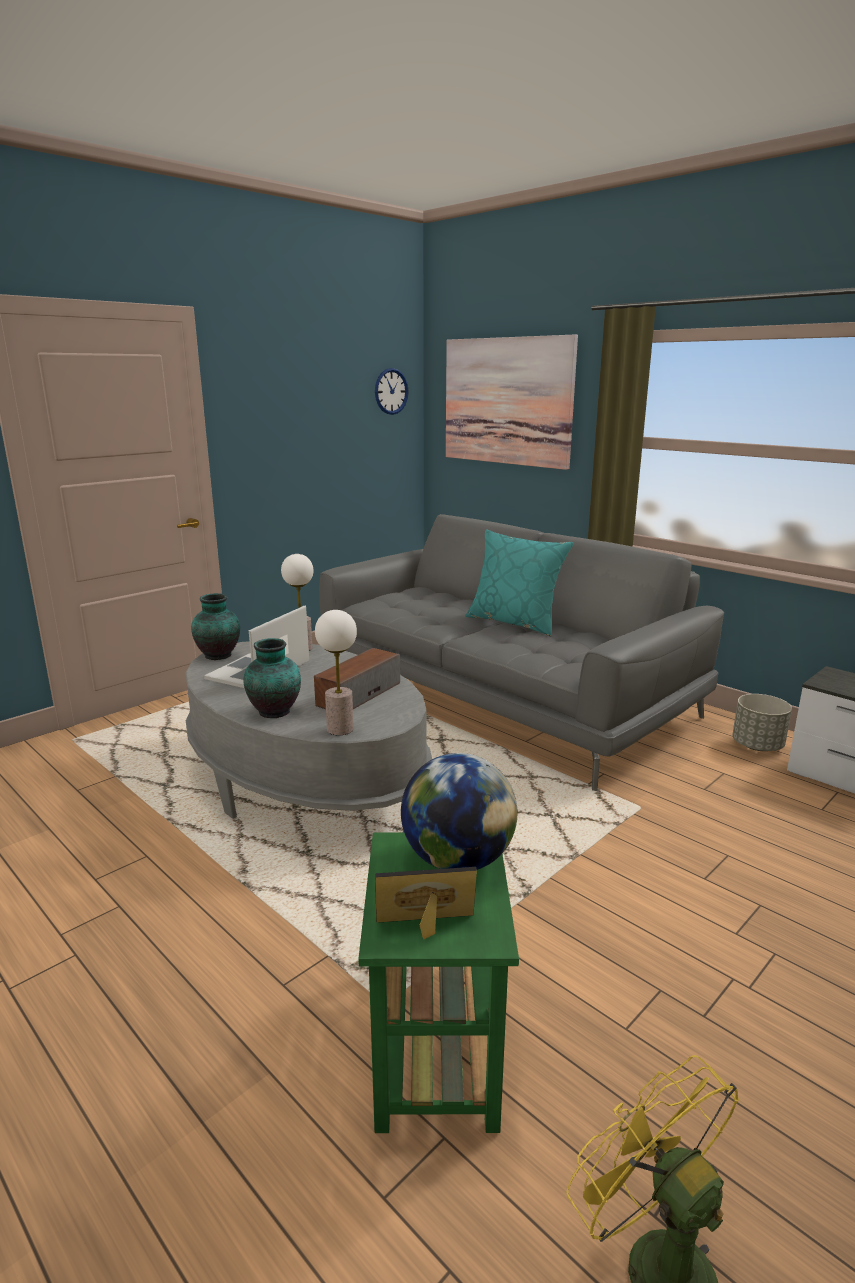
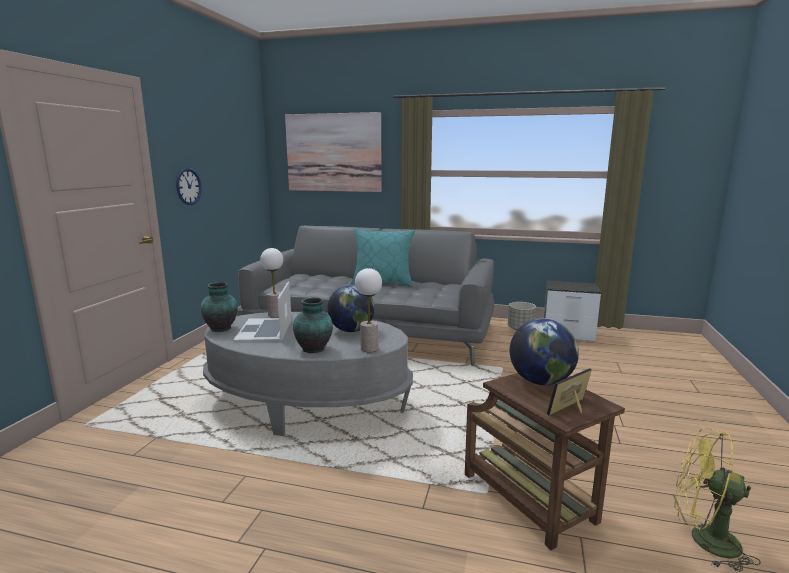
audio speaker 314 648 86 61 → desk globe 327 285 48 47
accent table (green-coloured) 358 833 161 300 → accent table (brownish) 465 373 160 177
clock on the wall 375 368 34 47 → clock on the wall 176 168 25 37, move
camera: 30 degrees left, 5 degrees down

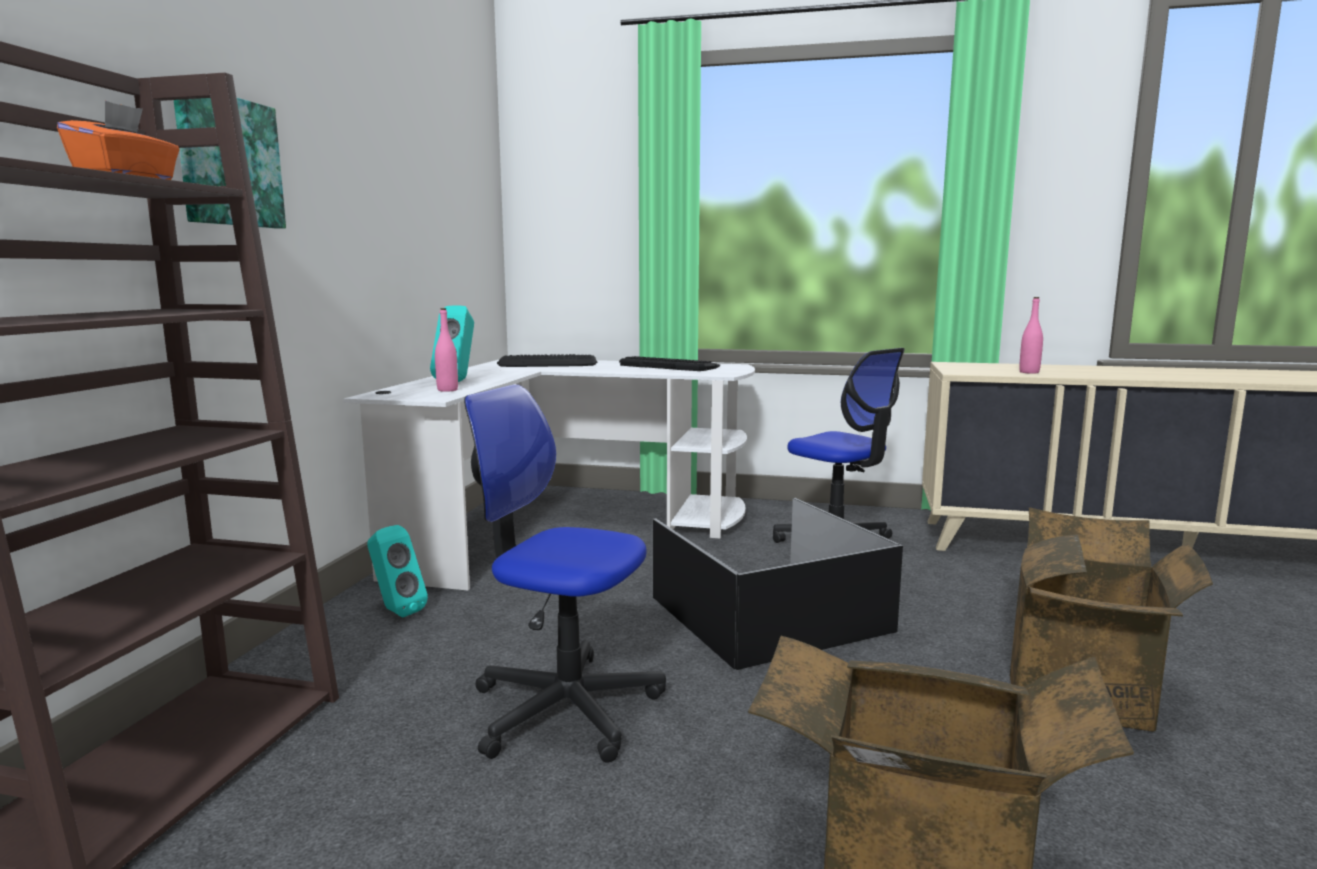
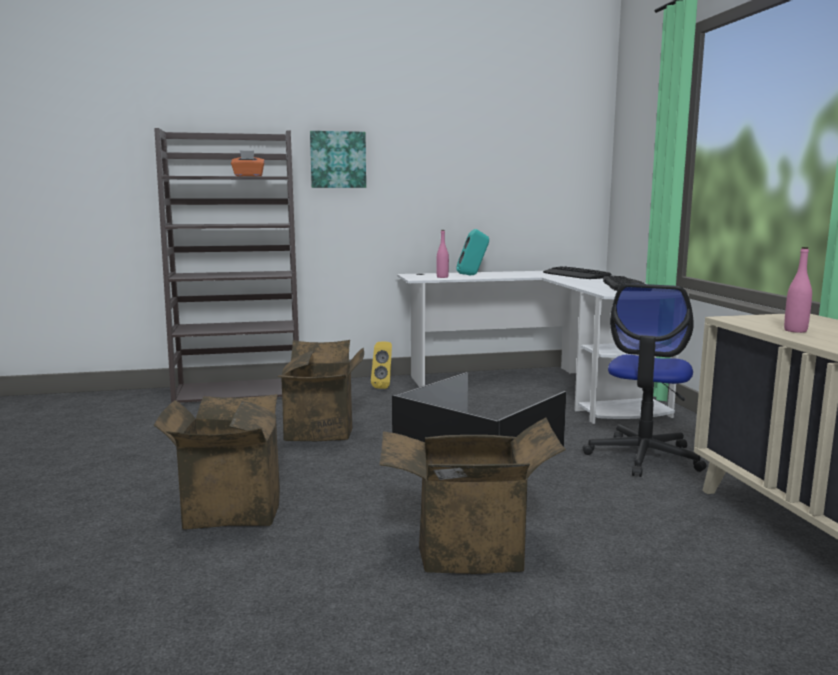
audio speaker (blue-green) 367 525 61 92 → audio speaker (yellowish) 371 342 21 47
computer chair 464 384 202 378 → packing box 278 340 86 101
camera: 65 degrees right, 0 degrees up

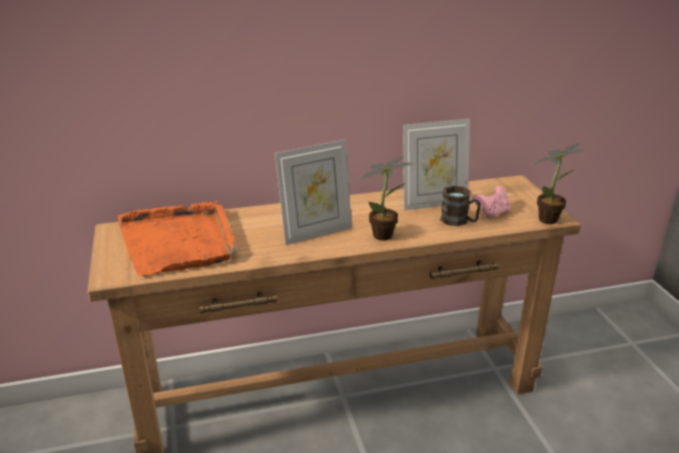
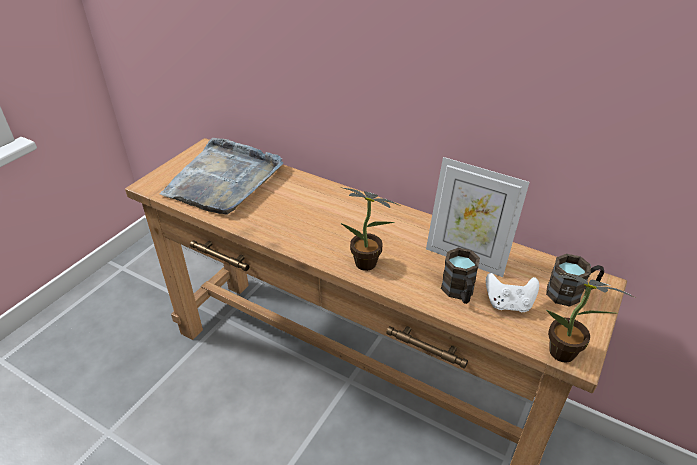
tray (orange) 118 201 119 75 → tray (gray) 159 138 124 77
picture frame 275 140 77 105 → -
gamepad (pink-coloured) 472 186 38 33 → gamepad (whitish) 486 273 53 39
- → coffee mug (brownish) 546 254 58 53
camera: 45 degrees right, 10 degrees up

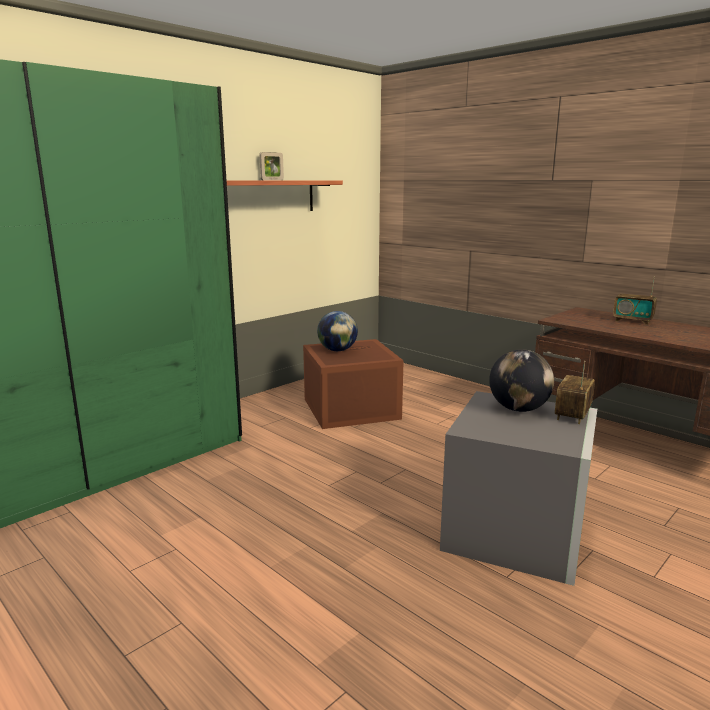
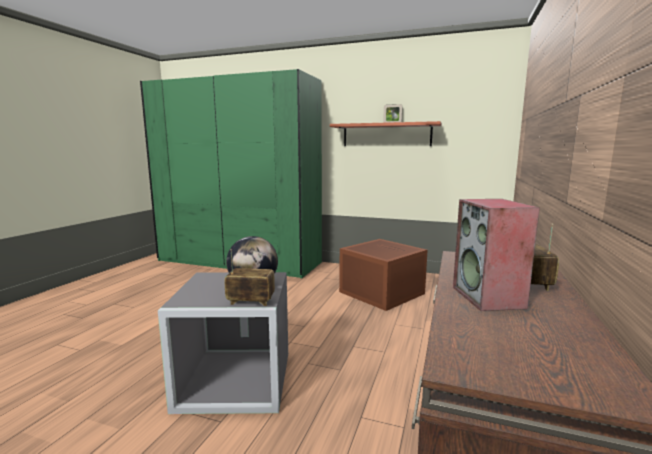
desk globe 317 311 41 40 → -
- → audio speaker 453 199 87 112
camera: 65 degrees right, 5 degrees down

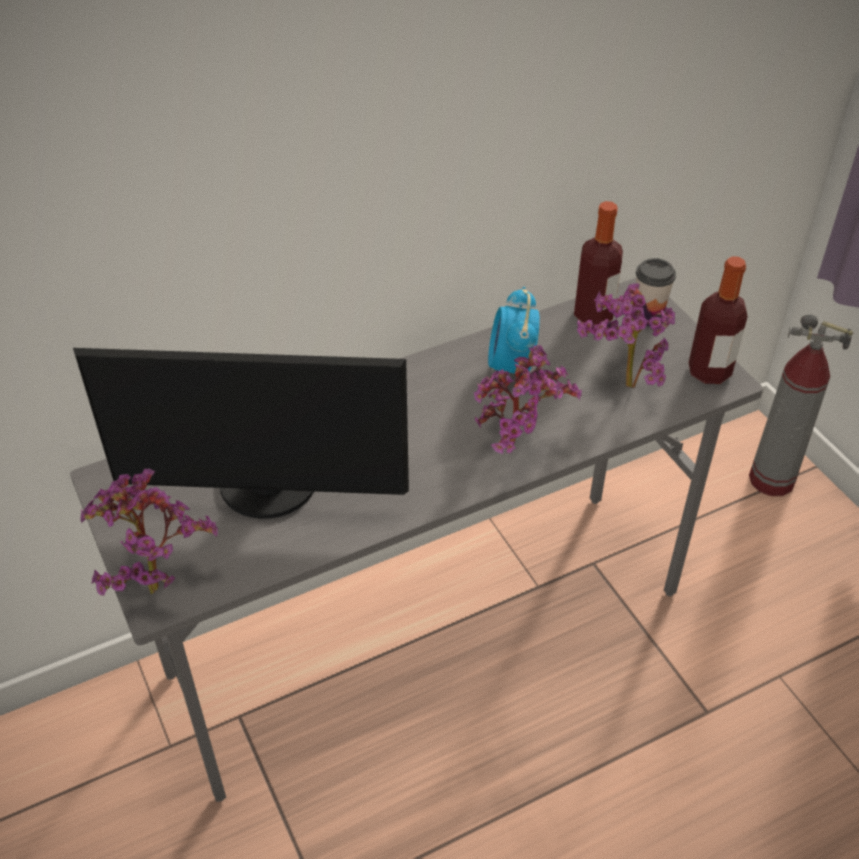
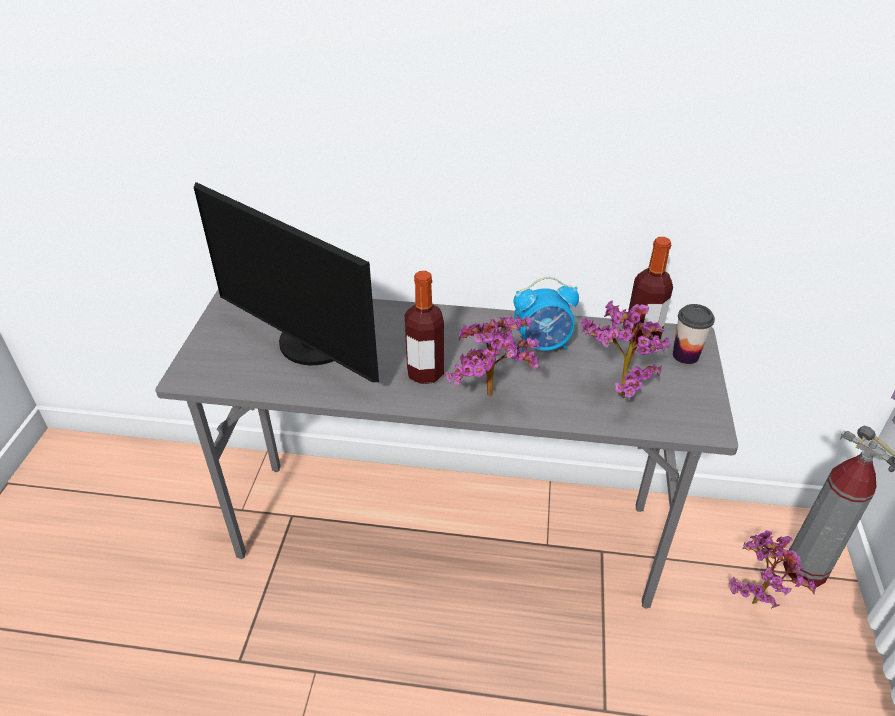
houseplant 80 469 138 127 → houseplant 729 530 88 79, move
bedside clock 488 287 52 87 → bedside clock 514 277 65 75, 135 degrees counterclockwise
drink bottle 689 257 59 127 → drink bottle 405 271 39 113, move
camera: 35 degrees right, 5 degrees down

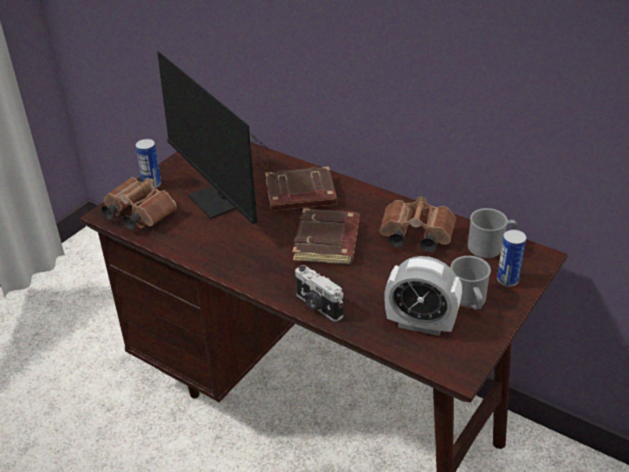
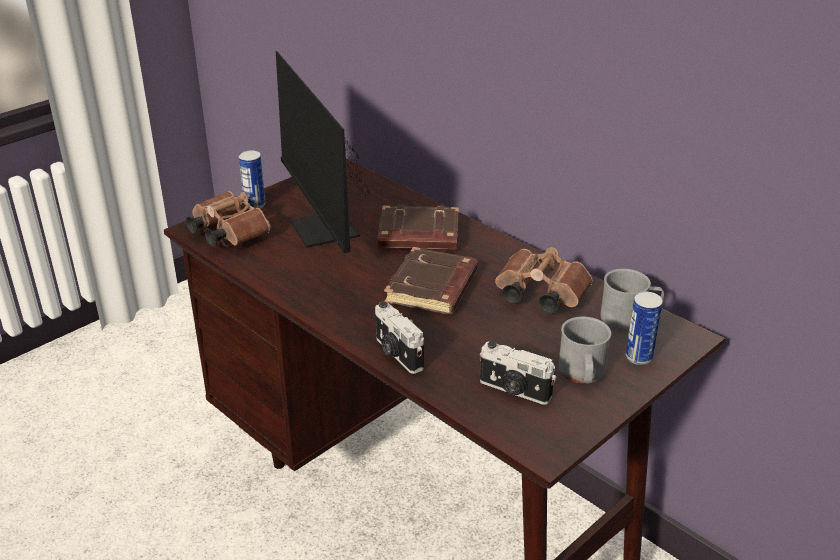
bedside clock 384 256 78 80 → still camera 480 341 76 64
camera: 10 degrees right, 5 degrees down

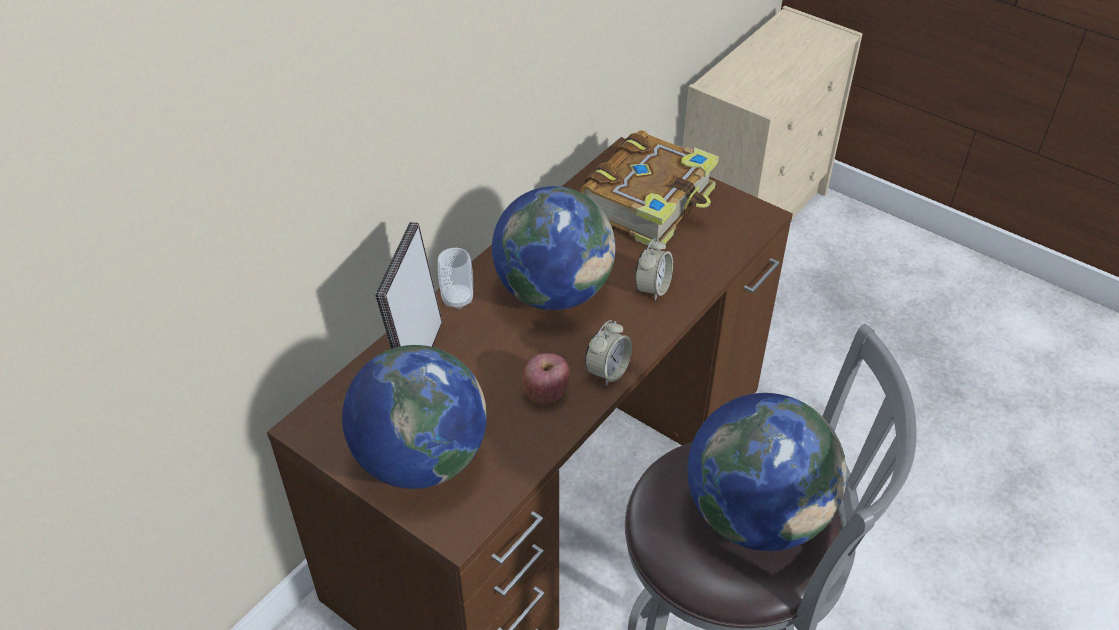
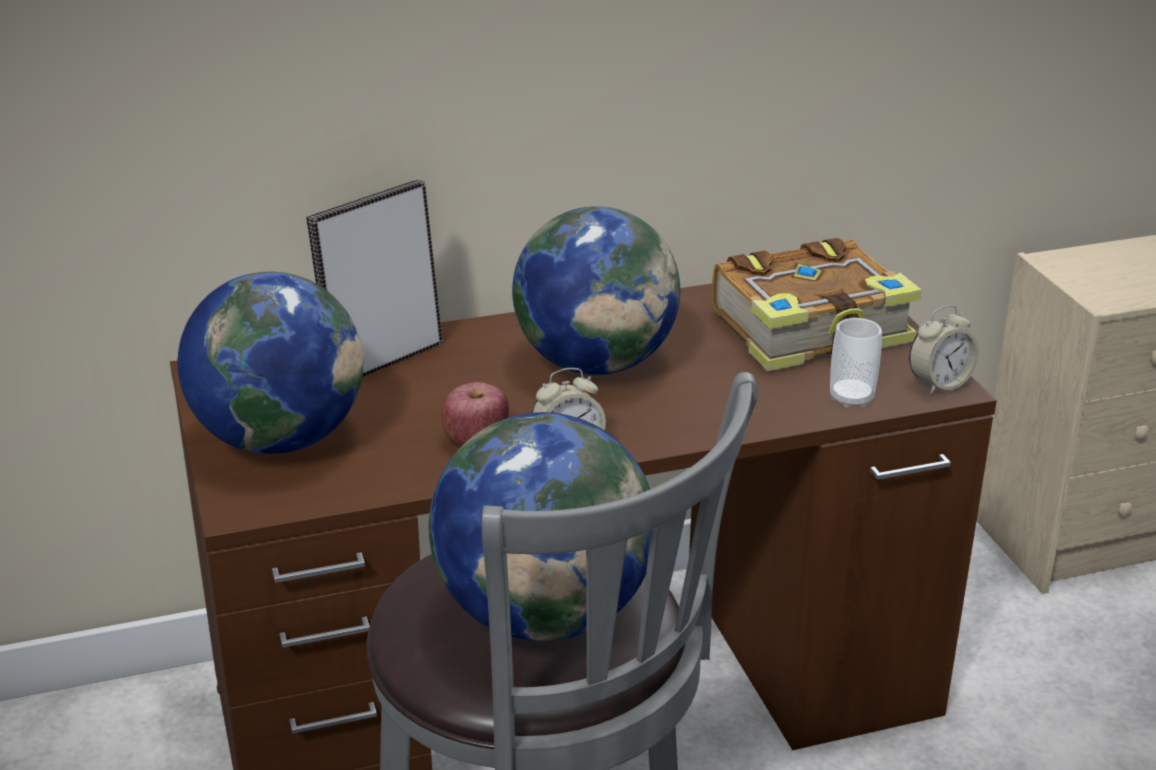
cup 438 248 35 61 → cup 830 318 52 90, move
bedside clock 635 238 38 63 → bedside clock 909 305 70 89, move
camera: 35 degrees right, 15 degrees down

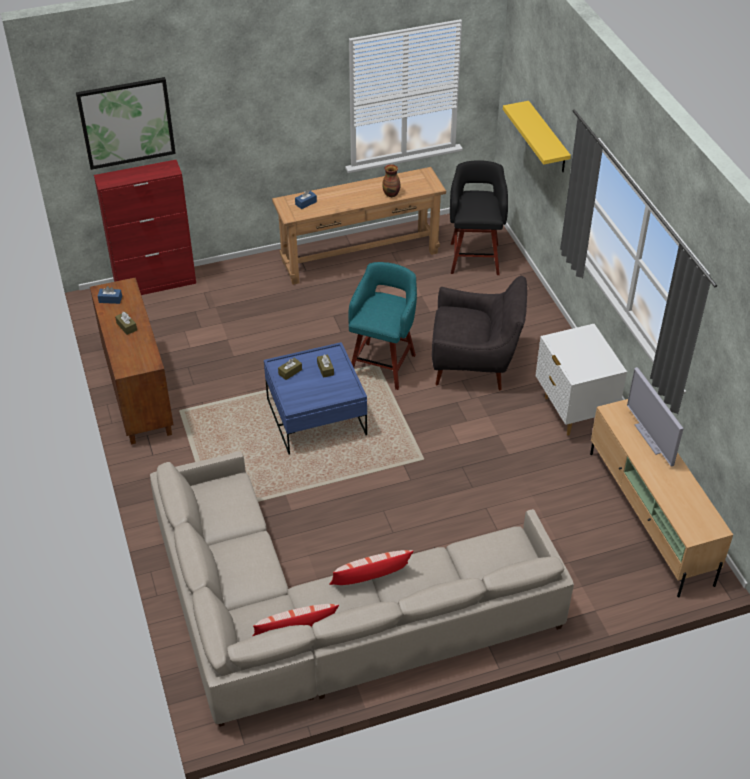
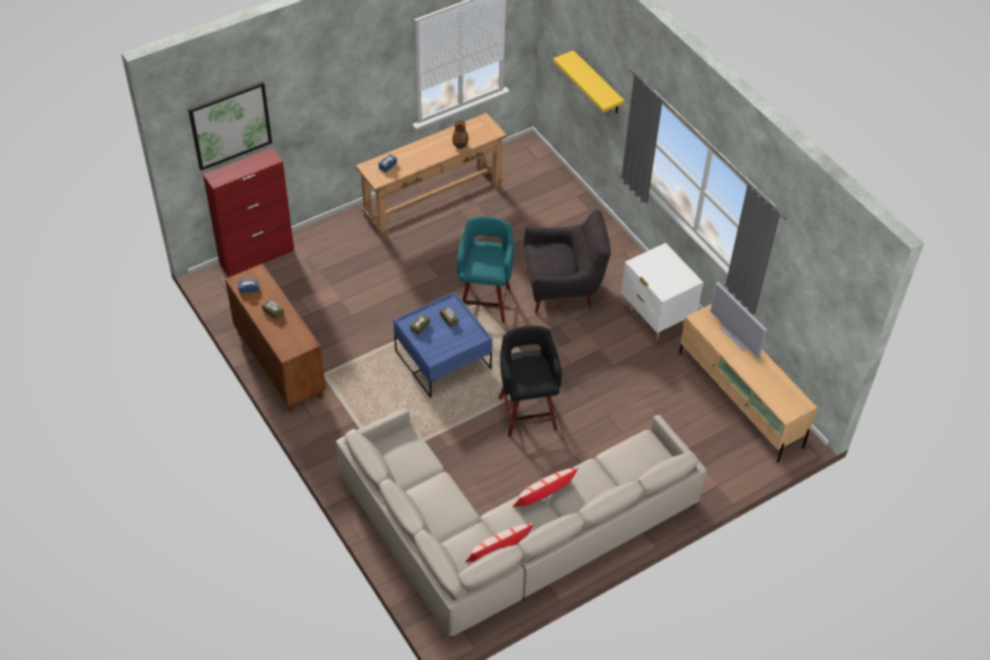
stool (blackish) 450 160 58 115 → stool (blackish) 499 326 63 111, move
camera: 15 degrees left, 5 degrees up

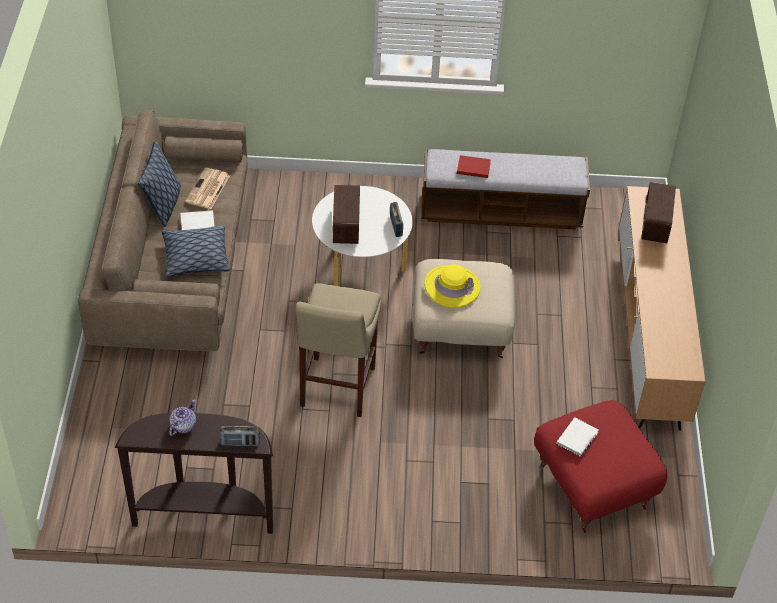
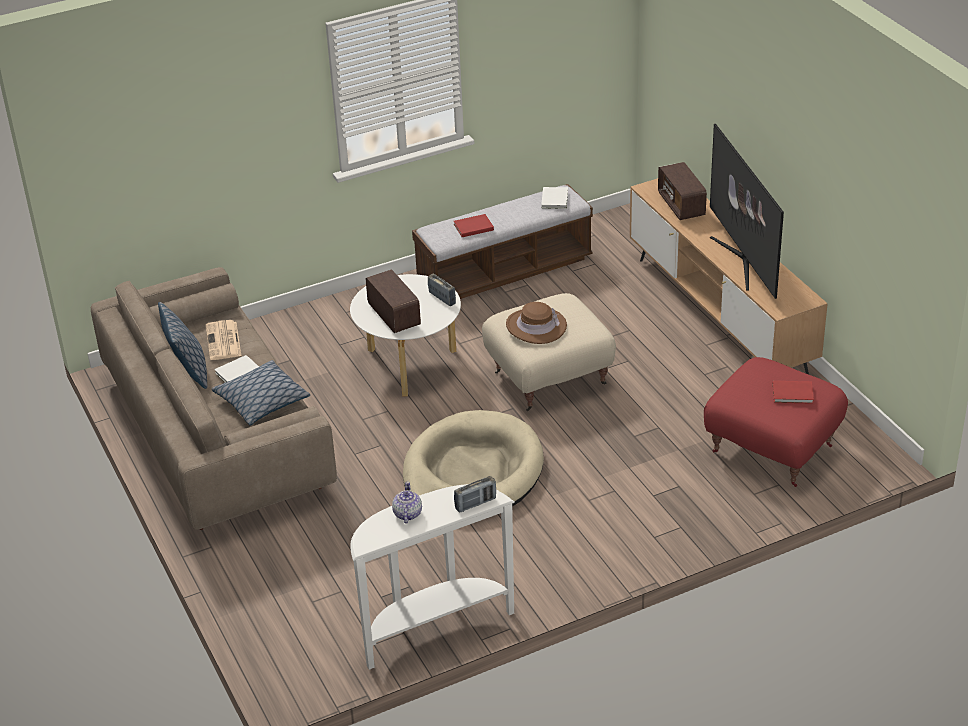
console table (brownish) 115 413 158 121 → console table (whitish) 350 484 165 186
stool (beige-coloured) 295 283 86 134 → pet bed (beige-coloured) 403 410 141 97
clothing hat (yellowish) 424 264 57 44 → clothing hat (brownish) 506 302 61 42
volume (whitish) 557 417 42 40 → volume (whitish) 541 187 27 22, move
- → TV set 710 124 74 175
- → volume (red-coloured) 773 381 41 23
camera: 25 degrees left, 10 degrees down

